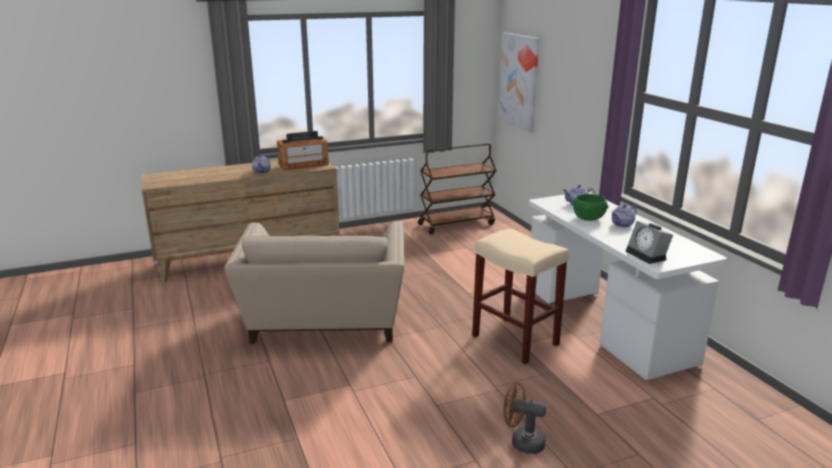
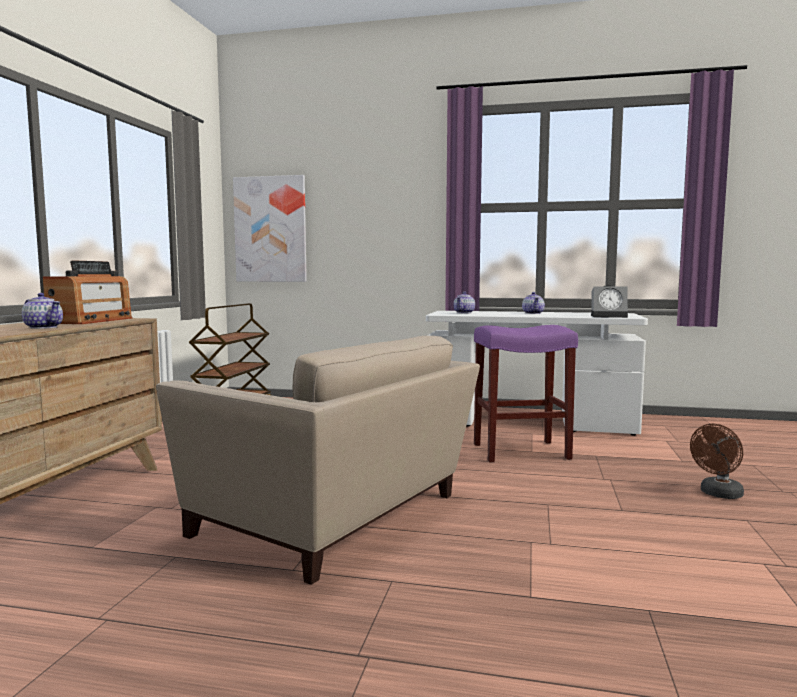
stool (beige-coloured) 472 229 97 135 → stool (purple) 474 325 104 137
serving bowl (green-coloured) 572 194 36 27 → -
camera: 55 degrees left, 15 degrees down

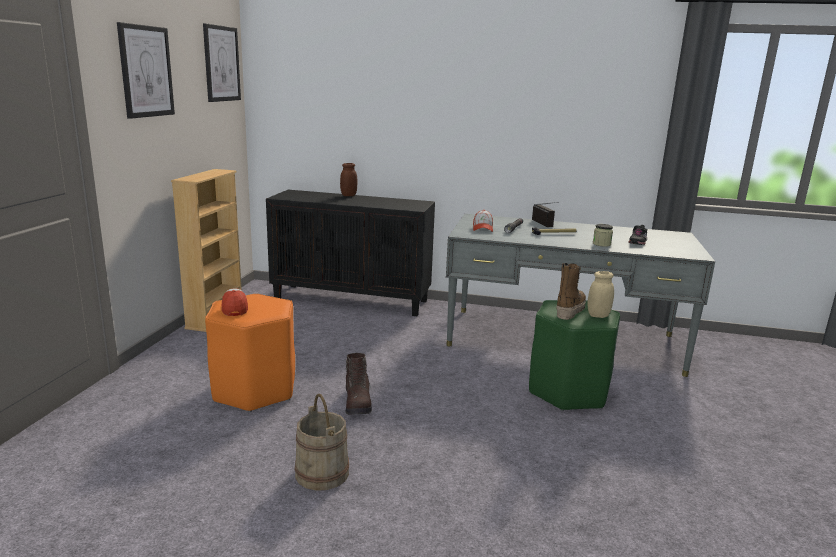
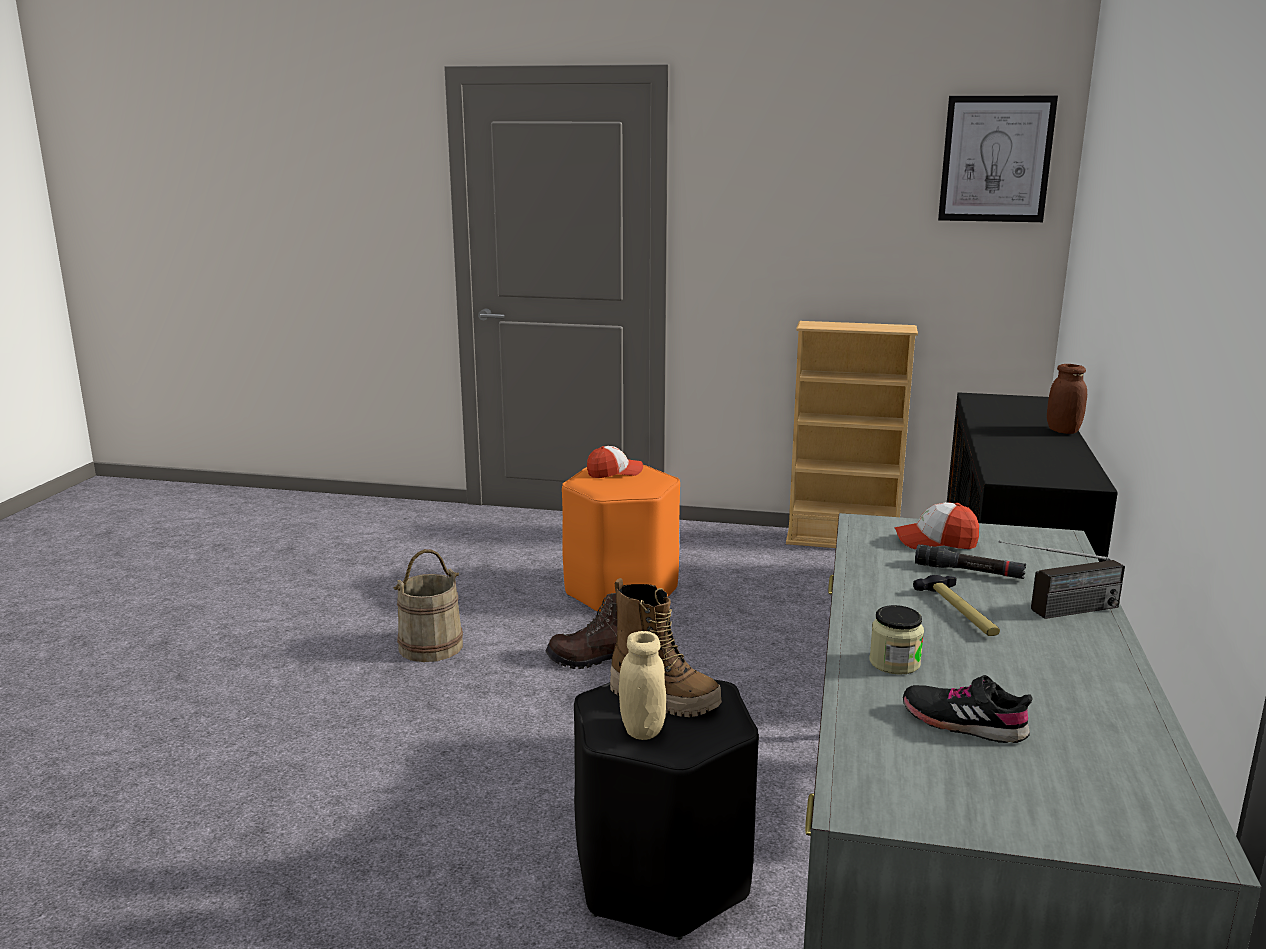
wall picture 117 22 58 97 → -
stool (green-coloured) 529 300 91 111 → stool (blackish) 574 680 185 260
camera: 90 degrees right, 0 degrees up

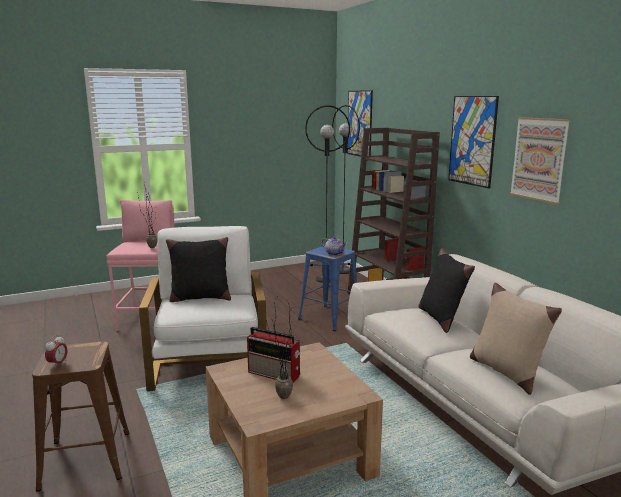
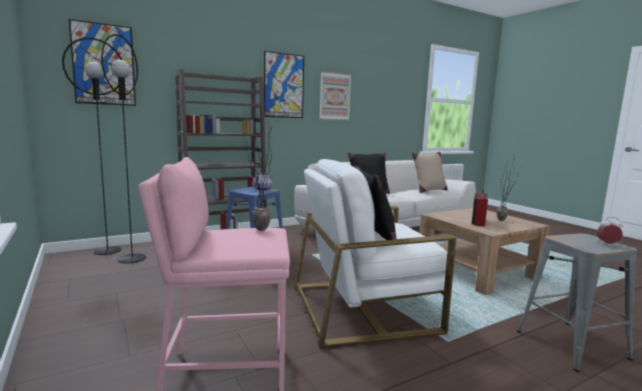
stool (brownish) 32 341 98 151 → stool (gray) 517 233 120 139
camera: 95 degrees left, 5 degrees down

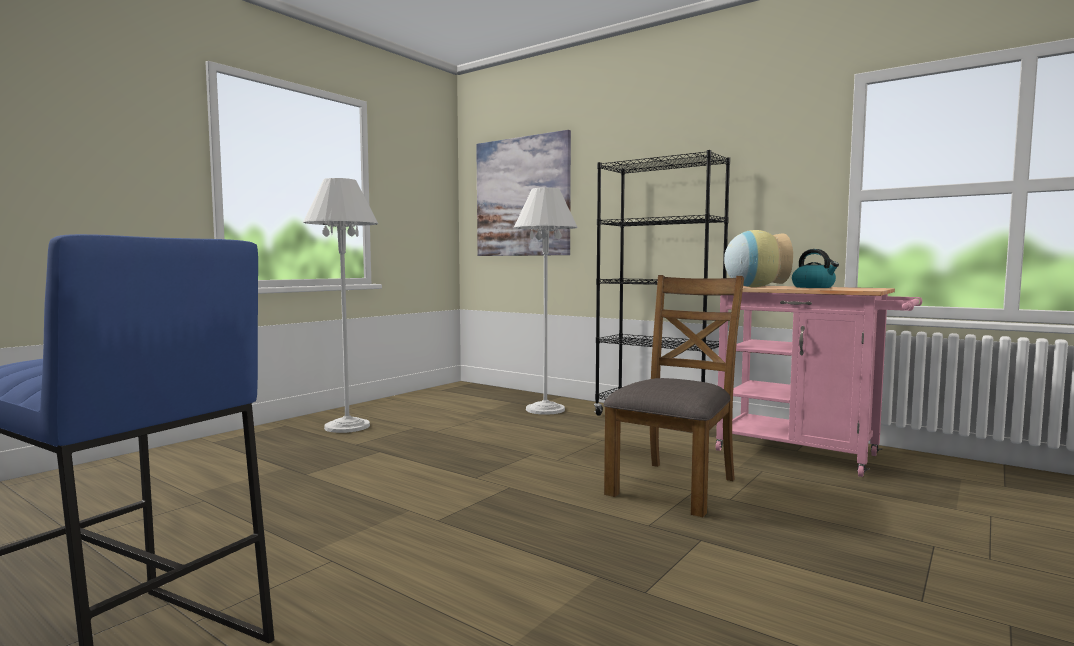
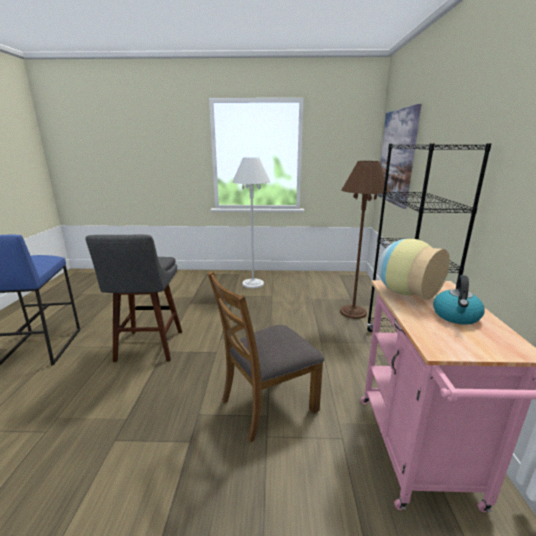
floor lamp (whitish) 514 187 64 228 → floor lamp (brownish) 340 161 50 158
chair (brownish) 604 275 140 242 → chair (brownish) 208 271 116 172, 150 degrees clockwise
- → stool (gray) 85 235 97 127
camera: 55 degrees right, 15 degrees up

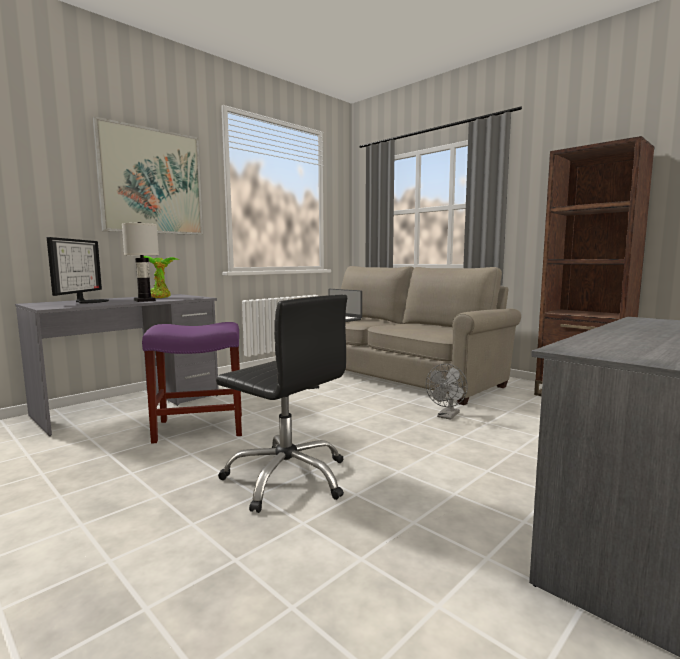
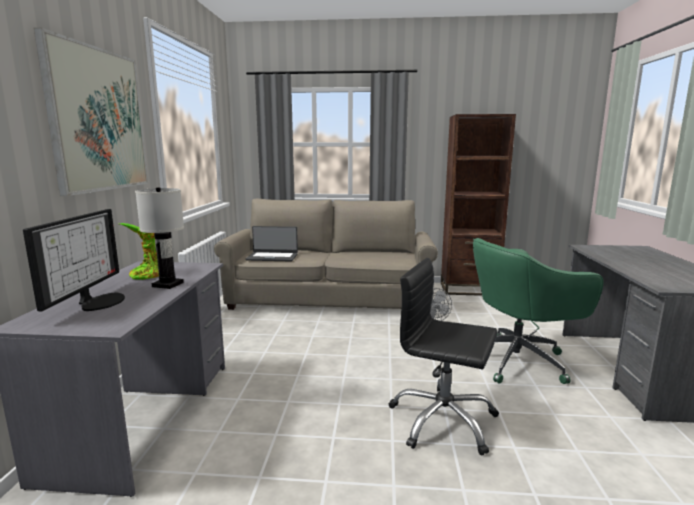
monitor 47 237 62 67 → monitor 23 209 102 102, 45 degrees clockwise
stool (purple) 142 322 100 122 → -
computer chair (blackish) 216 295 131 218 → computer chair (blackish) 389 258 110 198, 150 degrees counterclockwise
- → computer chair (green-coloured) 473 238 130 146
camera: 40 degrees left, 5 degrees up

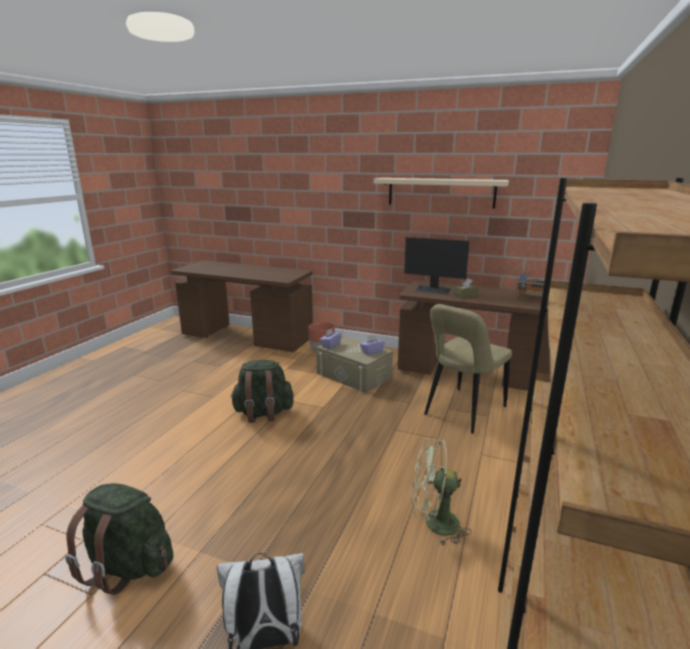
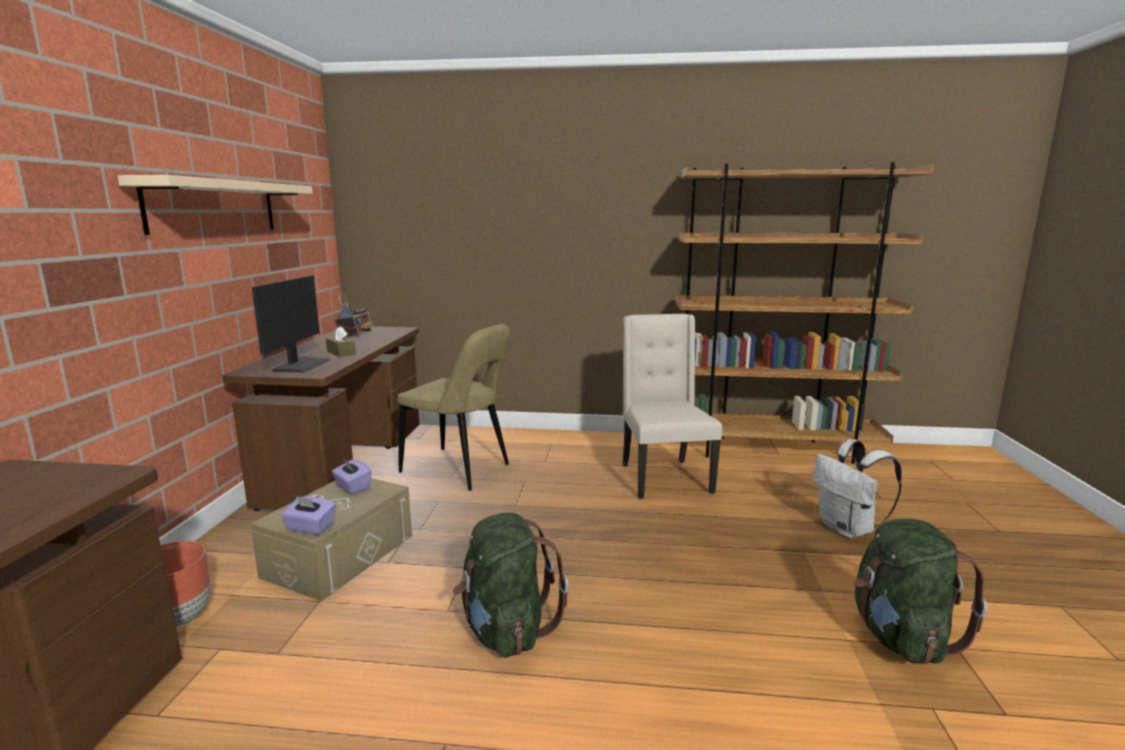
cooling fan (green-coloured) 412 438 59 108 → chair (beige-coloured) 623 314 99 185
camera: 105 degrees left, 5 degrees down

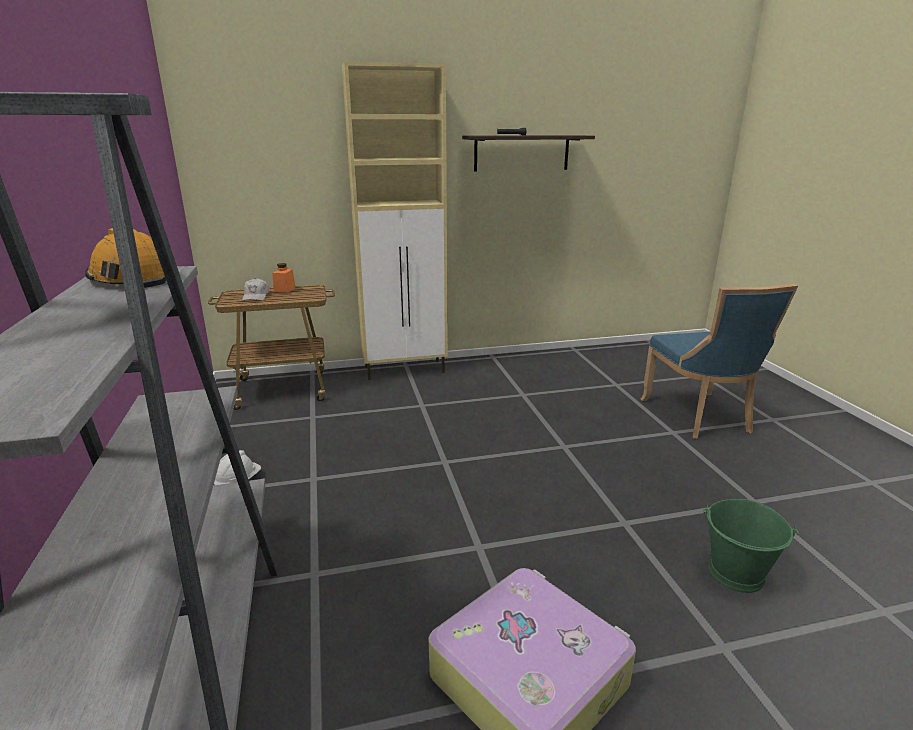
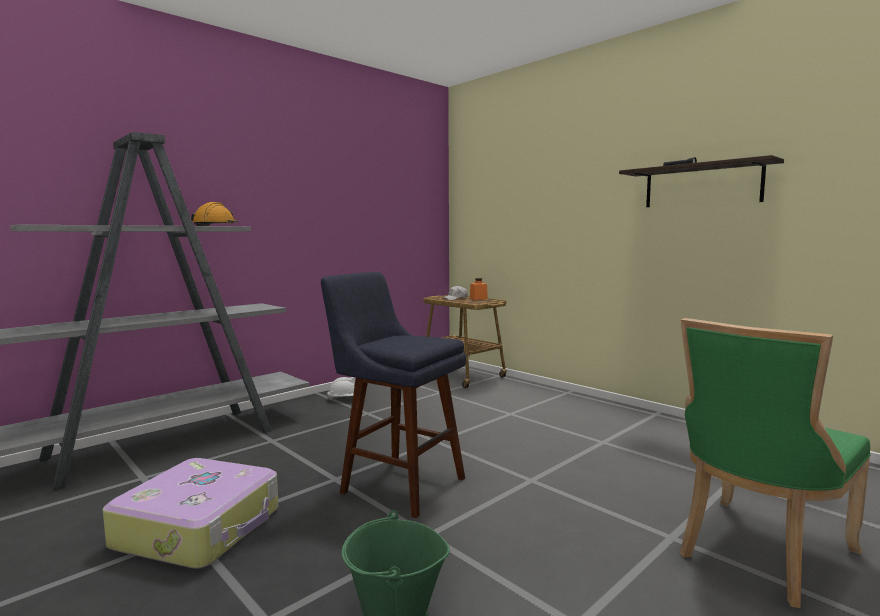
cabinet (beige-coloured) 342 61 106 319 → -
chair (bluish) 641 284 157 155 → chair (green-coloured) 680 318 191 290
- → stool (bluish) 321 272 145 246
camera: 60 degrees right, 15 degrees down

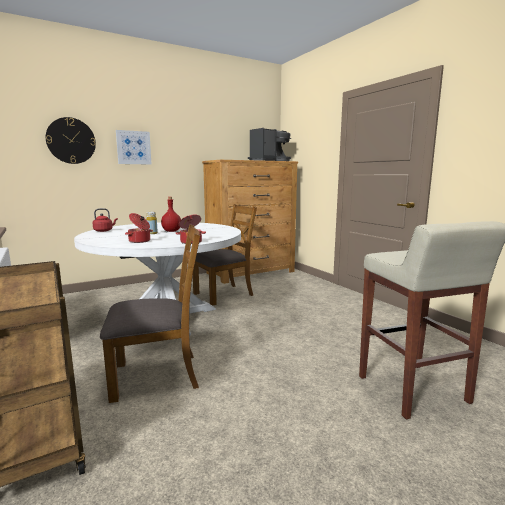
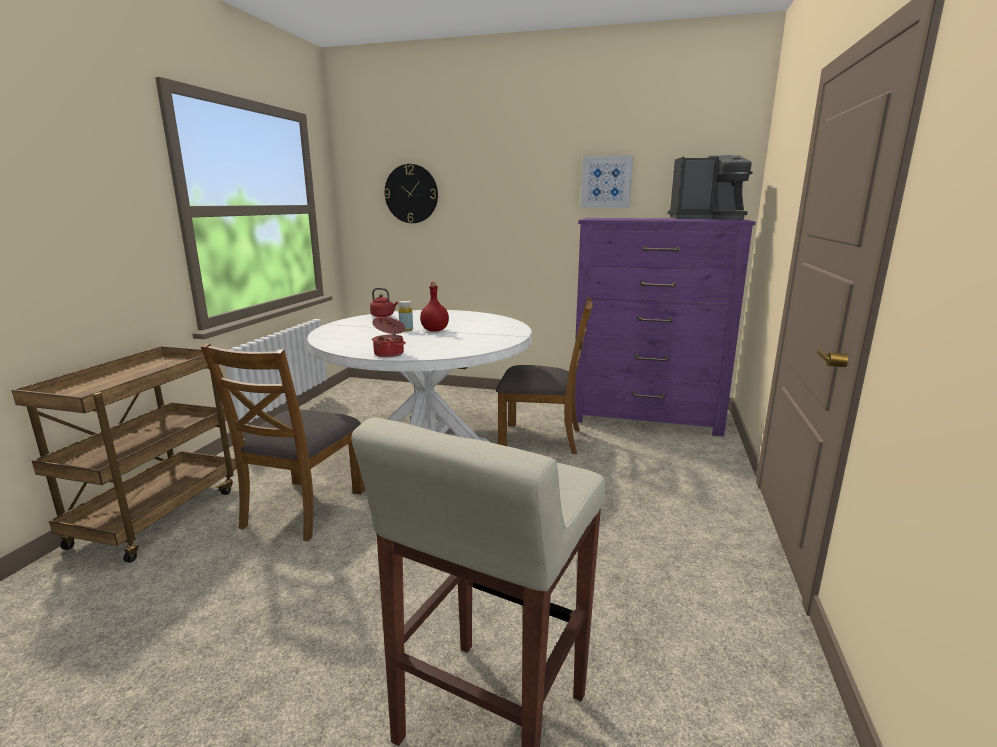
chair (brownish) 100 224 100 179 → chair (brownish) 201 343 164 198, 75 degrees clockwise
wall picture 116 130 35 35 → wall picture 581 155 52 53, move
stockpot 125 213 28 30 → -
chest of drawers (brownish) 202 160 96 124 → chest of drawers (purple) 575 218 181 219
camera: 45 degrees right, 5 degrees up

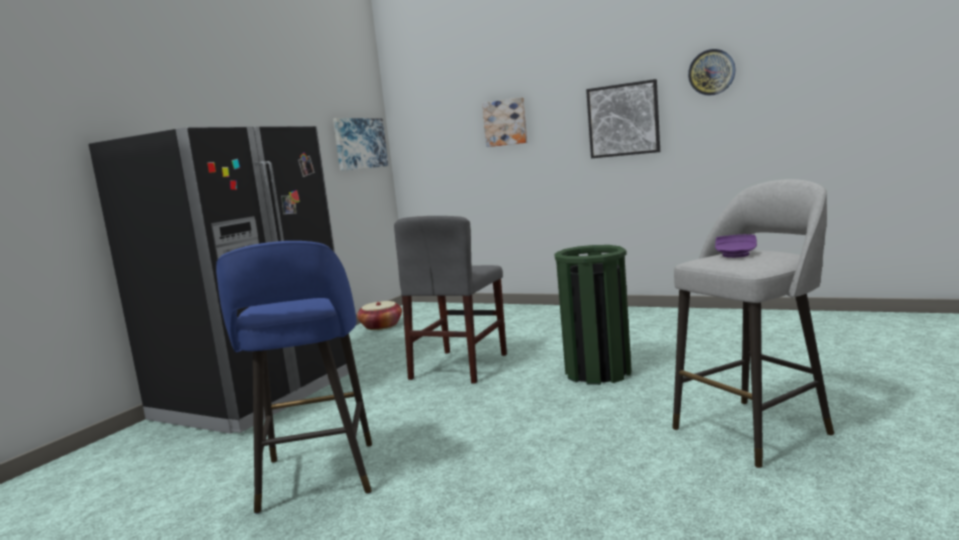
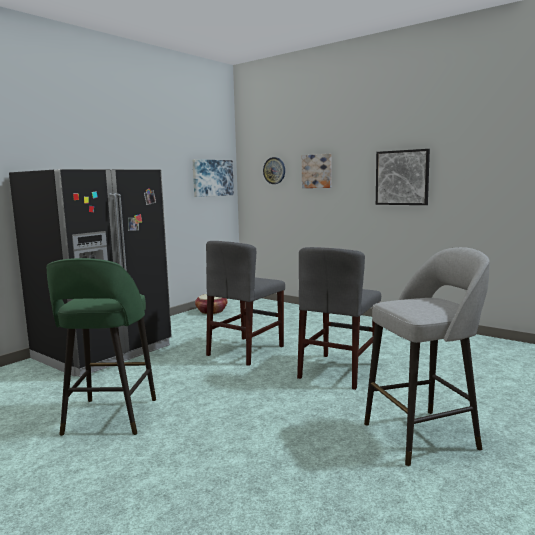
stool (bluish) 216 241 156 273 → stool (green-coloured) 46 258 110 178
trash can (green-coloured) 554 245 78 140 → chair (gray) 297 247 84 143
clock on the wall 688 49 48 47 → clock on the wall 263 157 22 27, move
plate (purple) 715 234 42 24 → -
camera: 10 degrees right, 0 degrees up

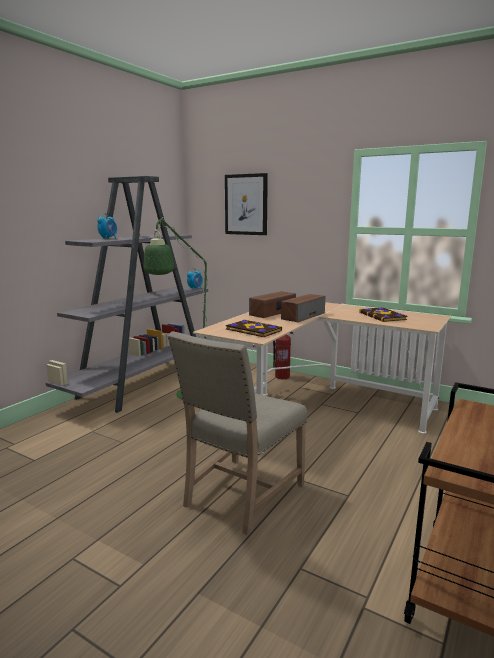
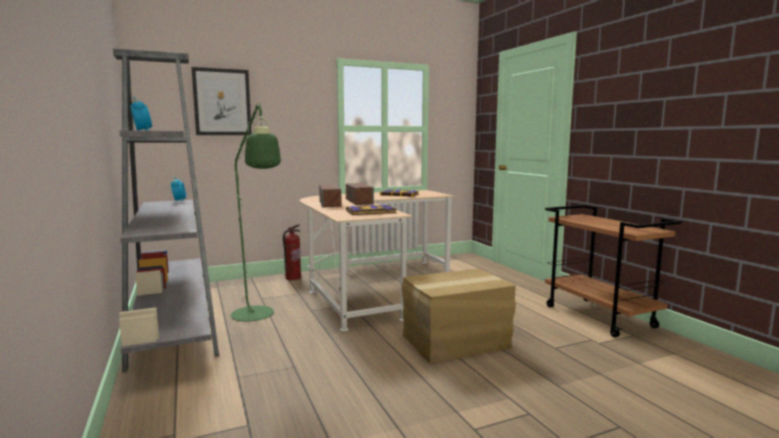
chair (beige-coloured) 167 331 140 204 → packing box 402 269 114 94
camera: 55 degrees left, 5 degrees down

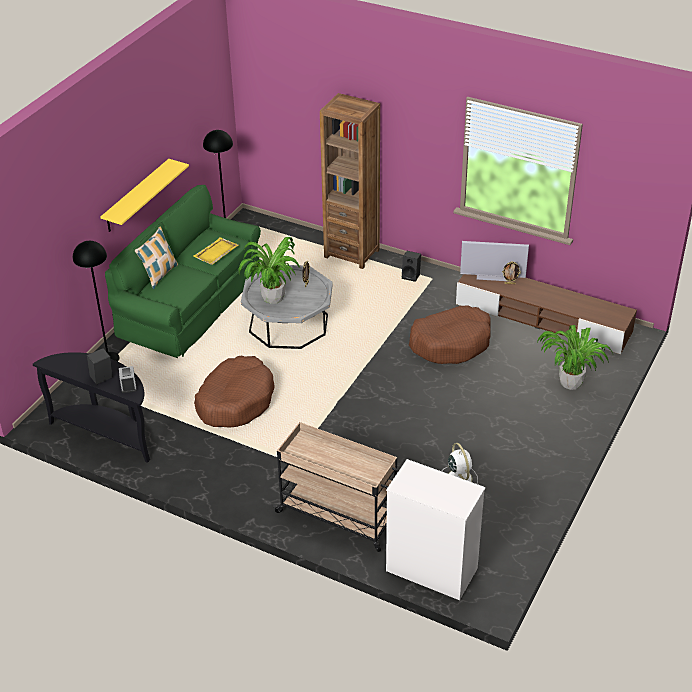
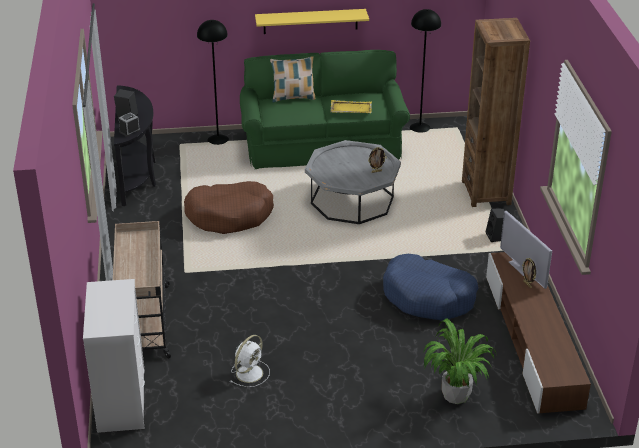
houseplant 239 237 61 67 → -
pet bed (brownish) 409 305 82 59 → pet bed (bluish) 383 254 95 67
camera: 55 degrees right, 5 degrees down

